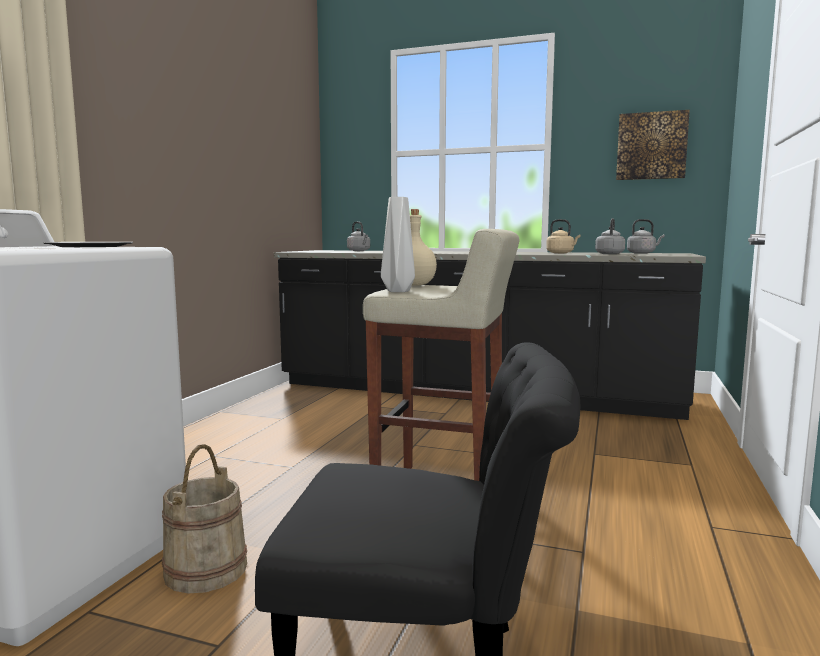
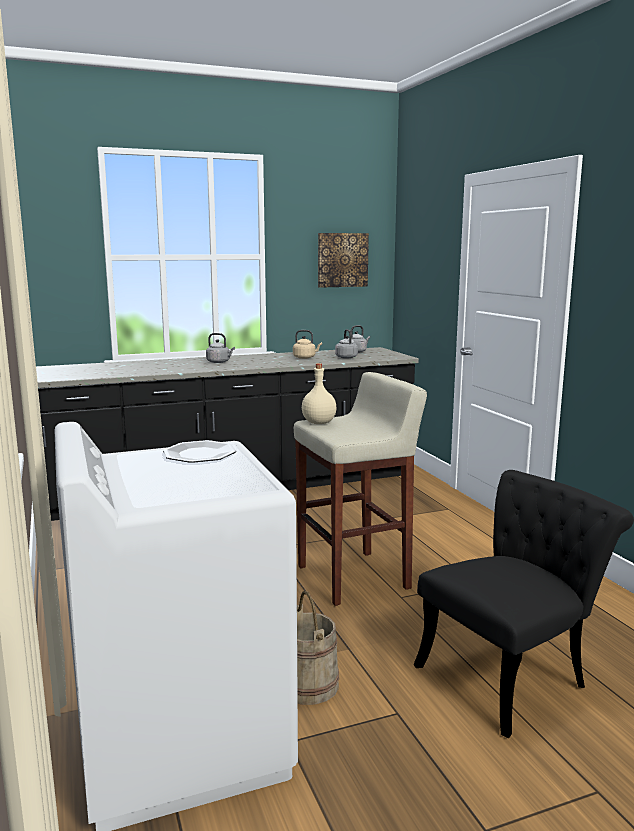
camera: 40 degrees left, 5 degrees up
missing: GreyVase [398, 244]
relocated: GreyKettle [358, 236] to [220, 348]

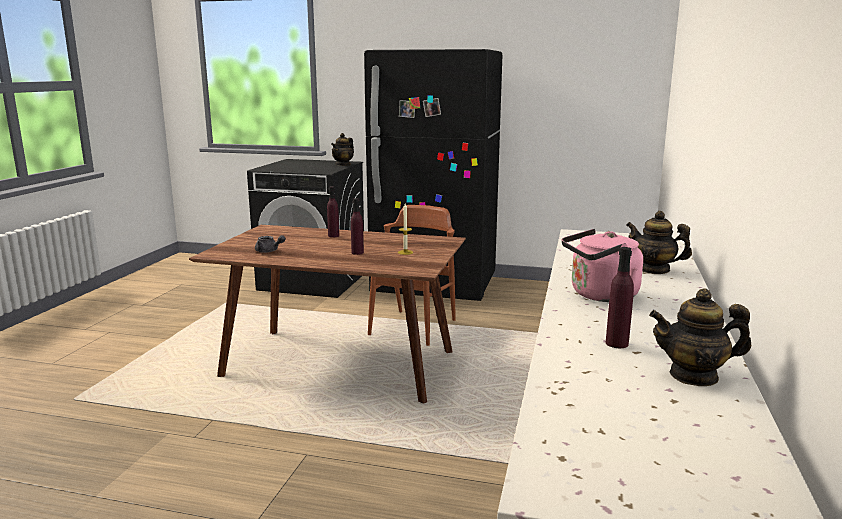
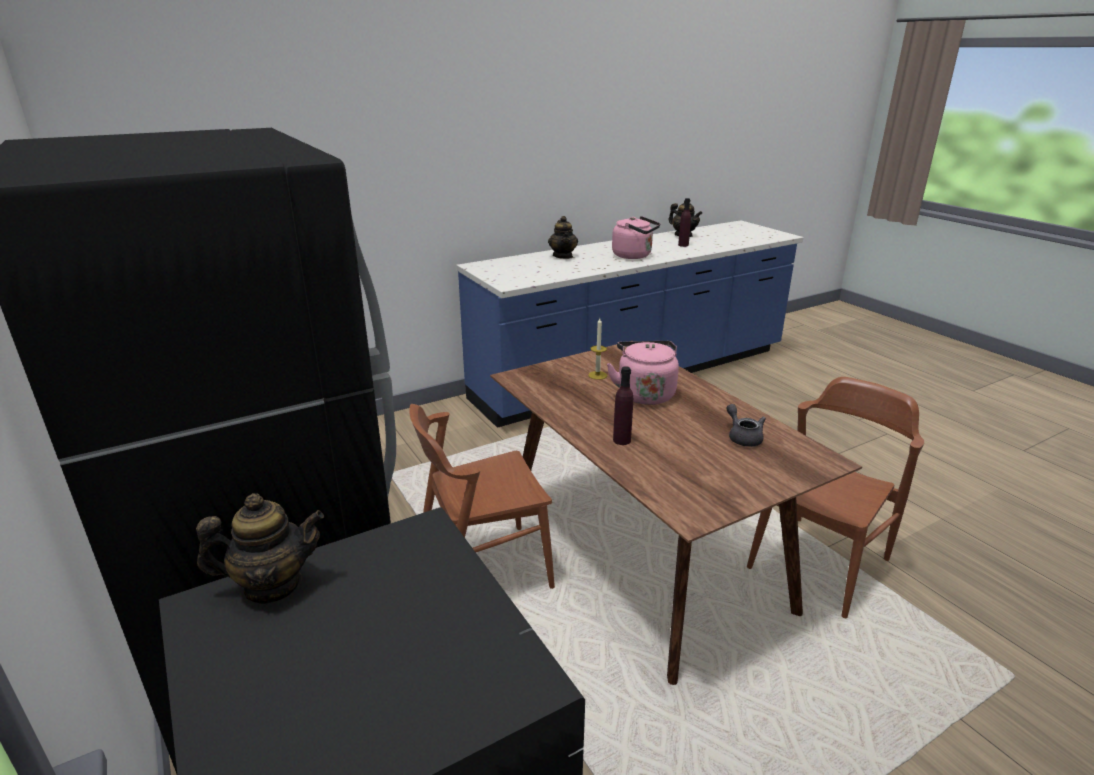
camera: 135 degrees left, 10 degrees up
appeared: BrownChair [835, 497]
exchanged: PurpleBottle [357, 226] to PinkKettle [643, 373]

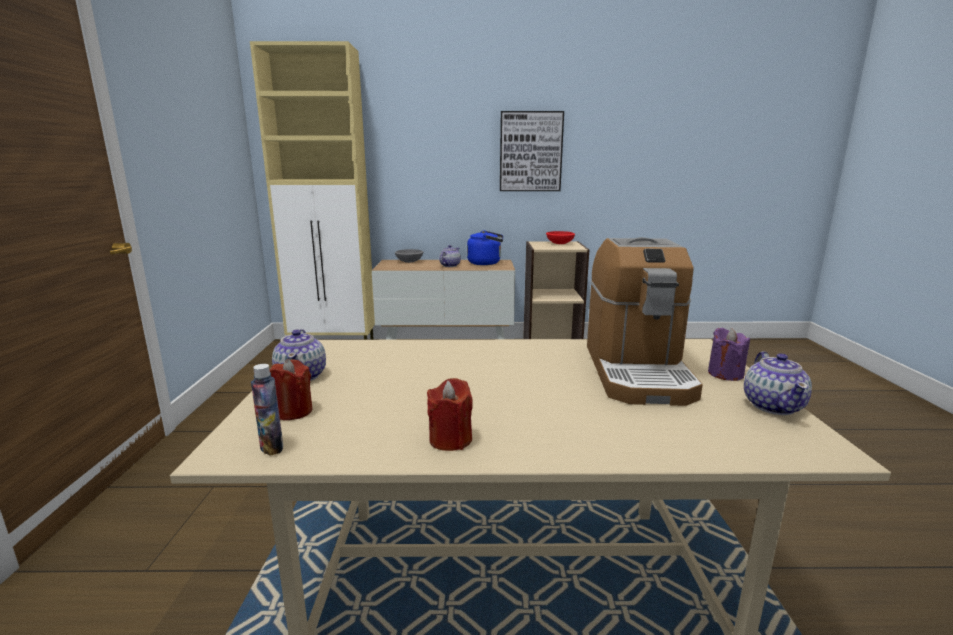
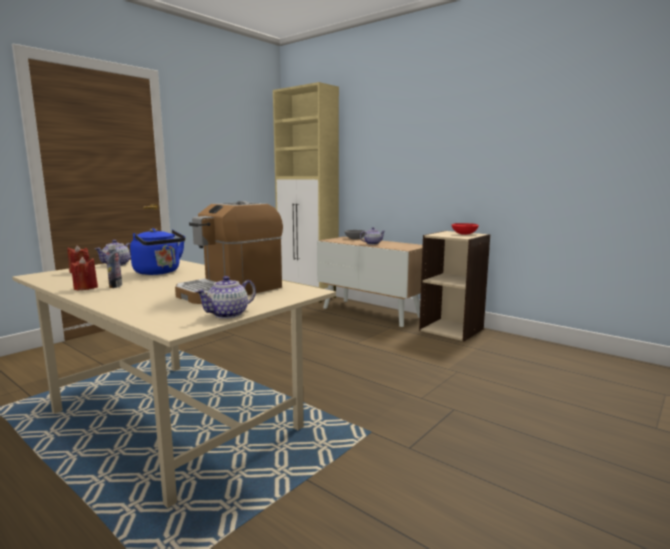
camera: 40 degrees right, 5 degrees down
missing: Picture [532, 151]; PurpleCandle [729, 354]
relocated: Bottle [267, 410] to [114, 266]; BlueKettle [485, 247] to [157, 251]

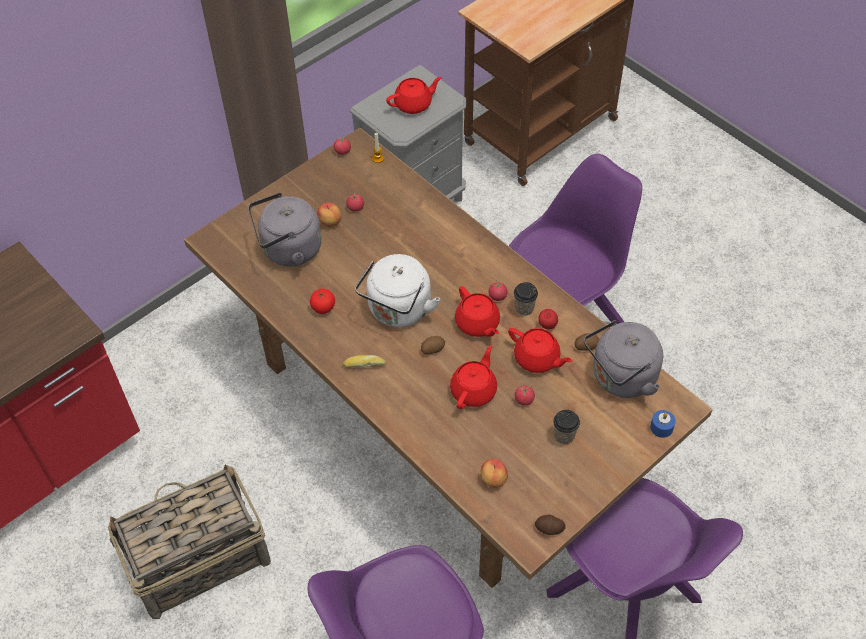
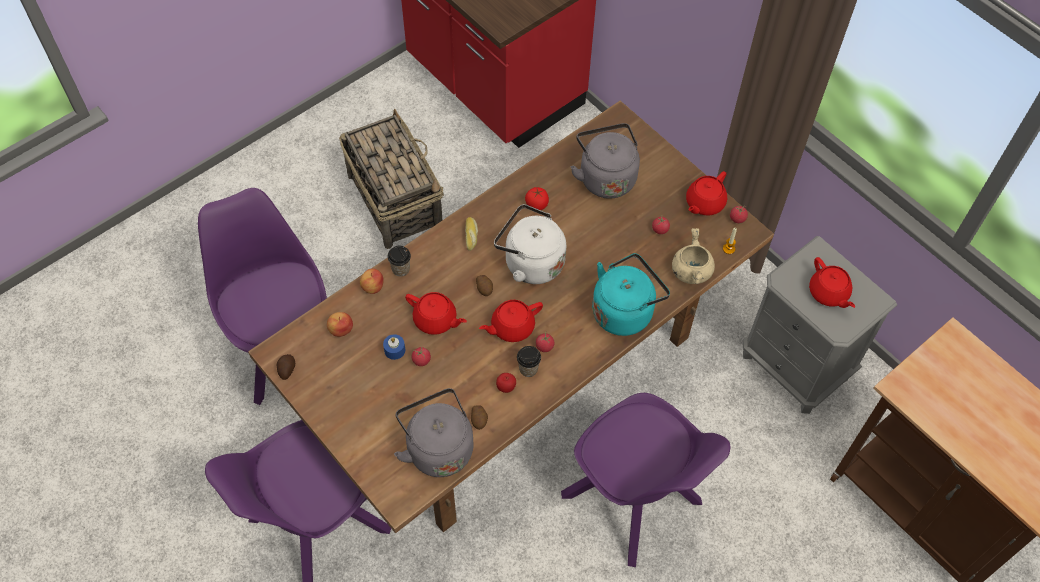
camera: 90 degrees right, 5 degrees up
appeared: TurquoiseKettle [631, 294]; BeigeCookingPot [693, 256]
relocated: Apple [329, 215] to [372, 281]; RedTeapot [540, 350] to [706, 193]; Cup [566, 427] to [399, 261]; BlueCandle [663, 424] to [394, 347]

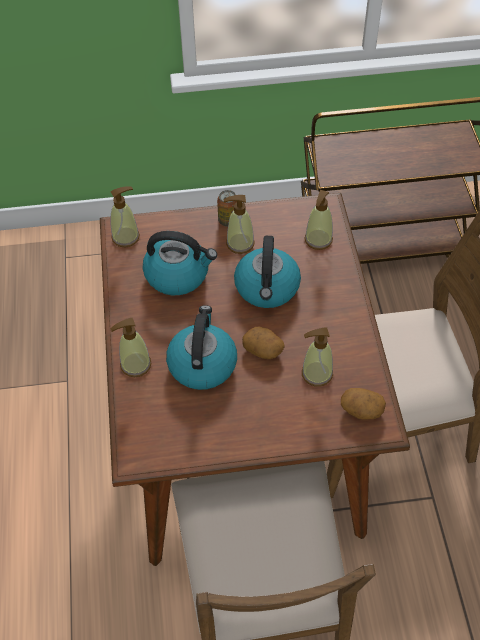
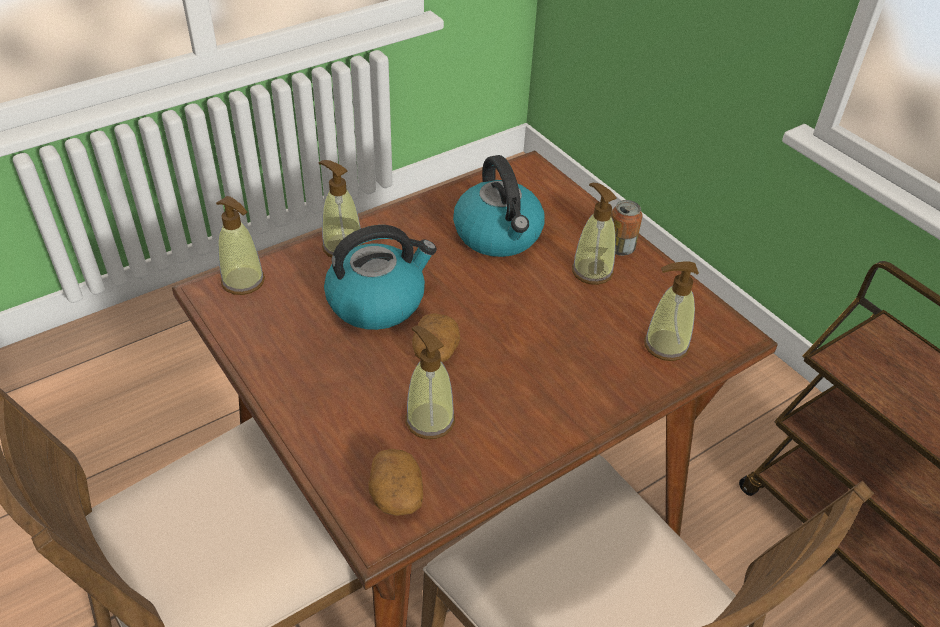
camera: 60 degrees right, 10 degrees down
missing: Kettle [267, 272]
relocated: SoapDispenser [125, 216] to [240, 245]

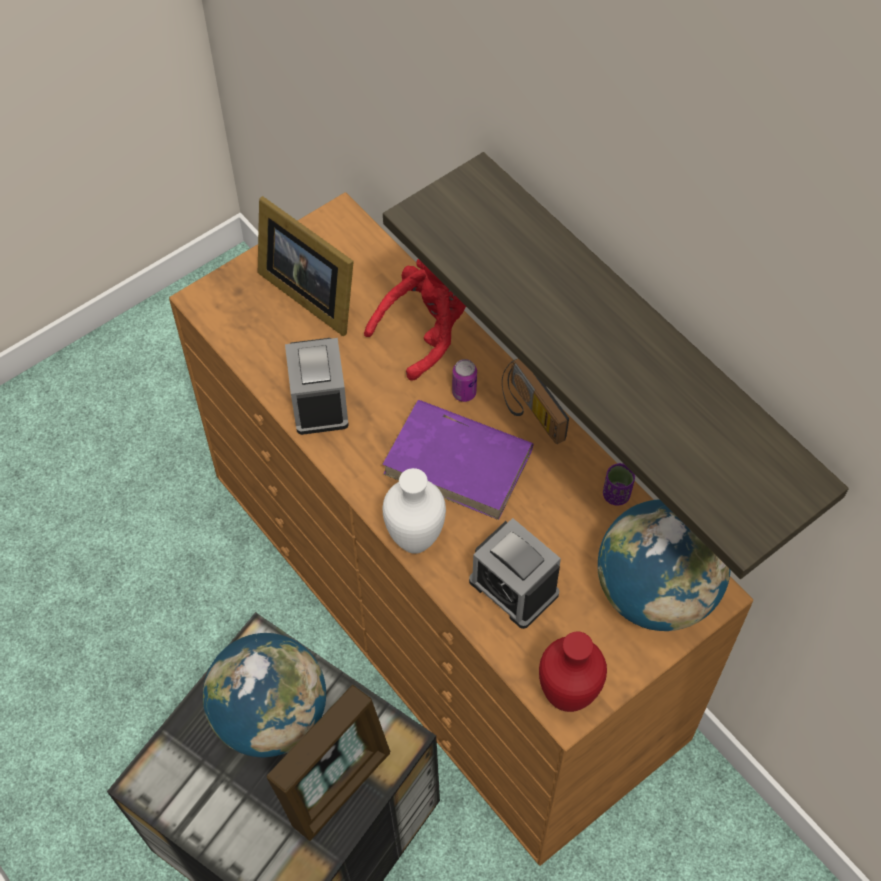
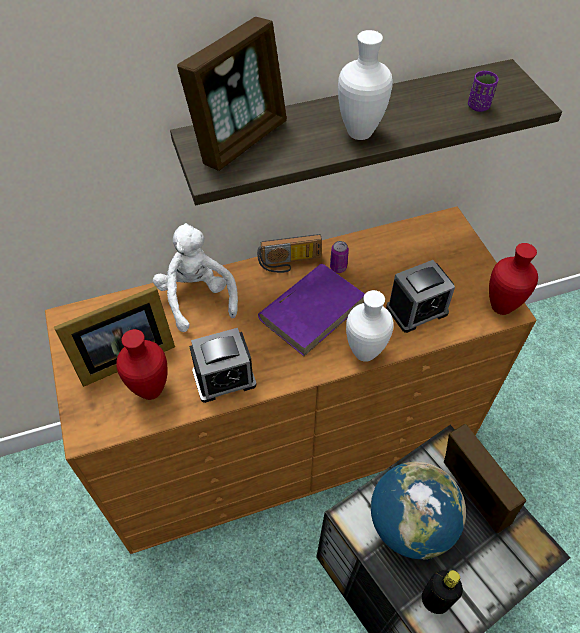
camera: 70 degrees left, 5 degrees down
missing: Globe [664, 565]
appeared: RedVase [142, 364]; PictureFrame [232, 94]; WhiteVase [365, 85]; BlackBottle [442, 592]
relocated: Can [464, 380] to [339, 257]; PurpleCup [619, 484] to [483, 91]
colour: RedPlushToy [415, 320] to WhitePlushToy [195, 277]
spun: AlarmClock [317, 386] = [222, 365] 150 degrees clockwise

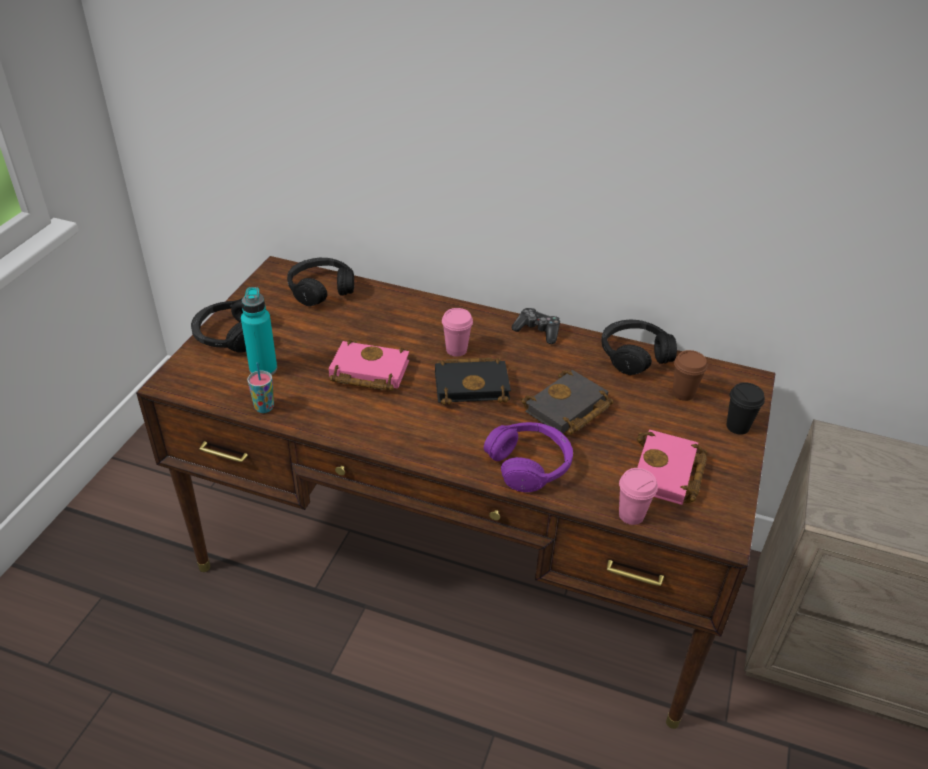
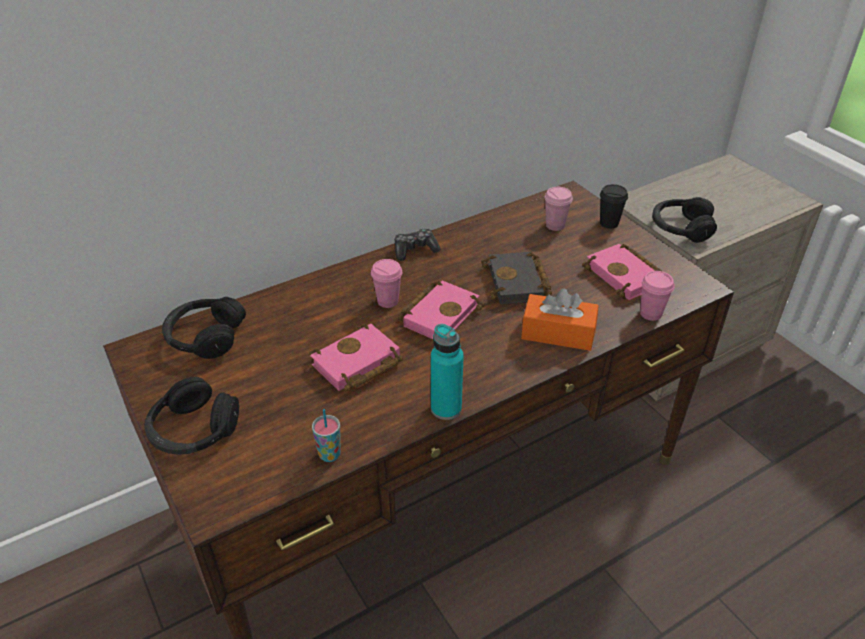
camera: 50 degrees left, 0 degrees up
relocated: TurquoiseBottle [259, 331] to [447, 372]; BlackHeadphones [639, 347] to [684, 220]
exchanged: PurpleHeadphones [528, 457] to OrangeTissueBox [560, 319]
colour: BlackBook [473, 381] to PinkBook [441, 310]; BrownCup [690, 375] to PinkCup [558, 209]

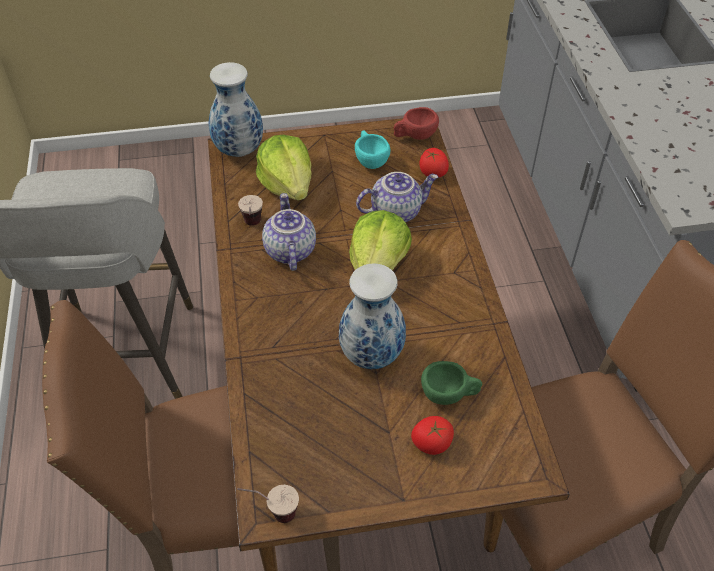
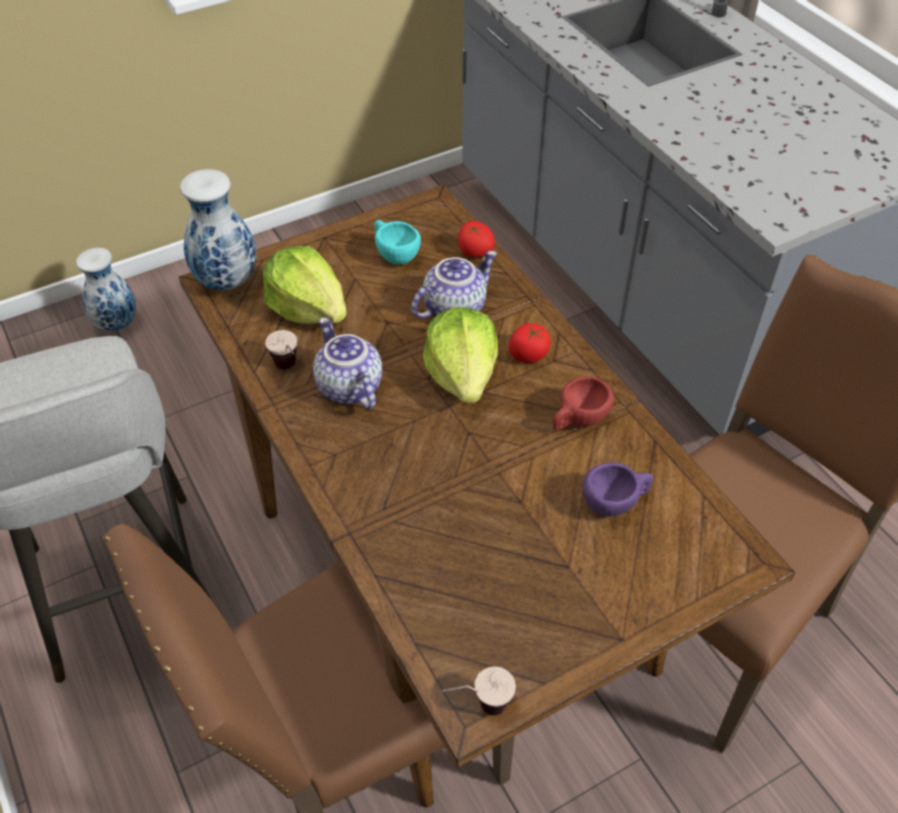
camera: 20 degrees left, 0 degrees up
relocated: Vase [372, 316] to [106, 289]; RedCup [416, 123] to [583, 403]; Tomato [432, 435] to [530, 343]
colour: GreenCup [452, 383] to PurpleCup [618, 489]

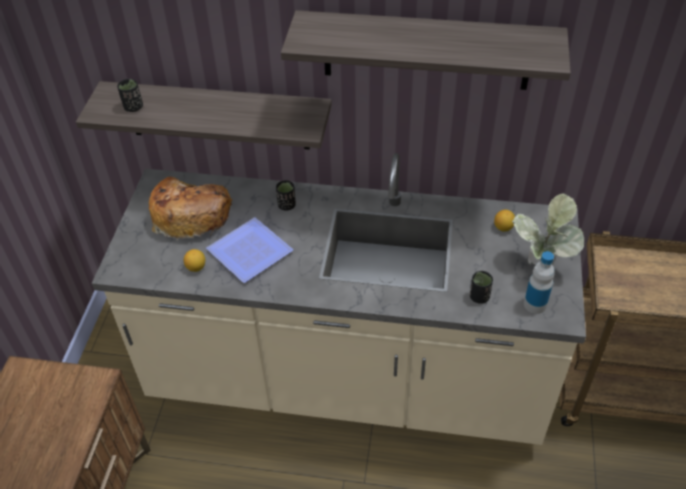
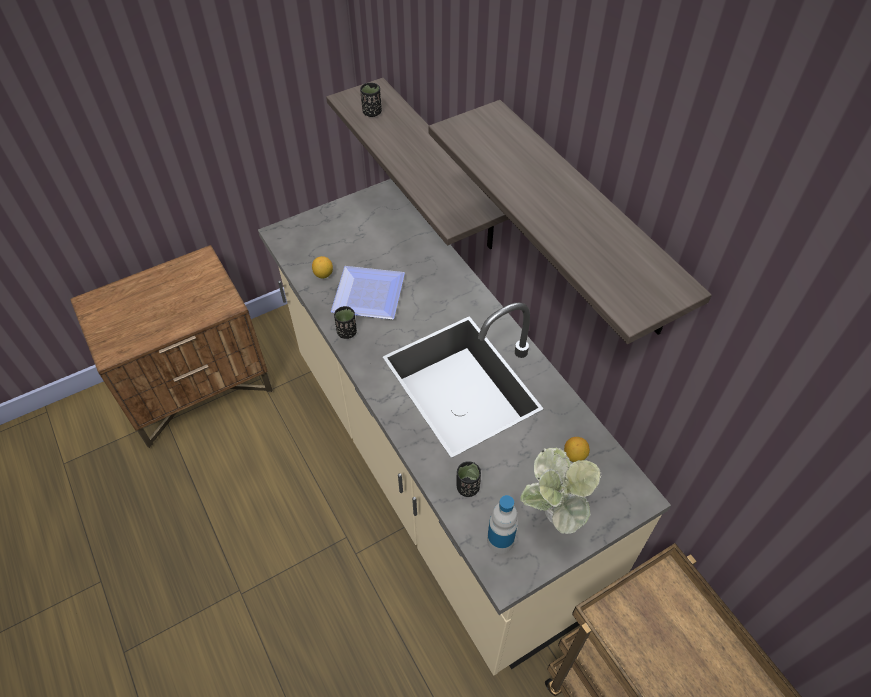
camera: 50 degrees right, 5 degrees up
missing: Bread [191, 208]
relocated: BlackCup [286, 195] to [345, 322]

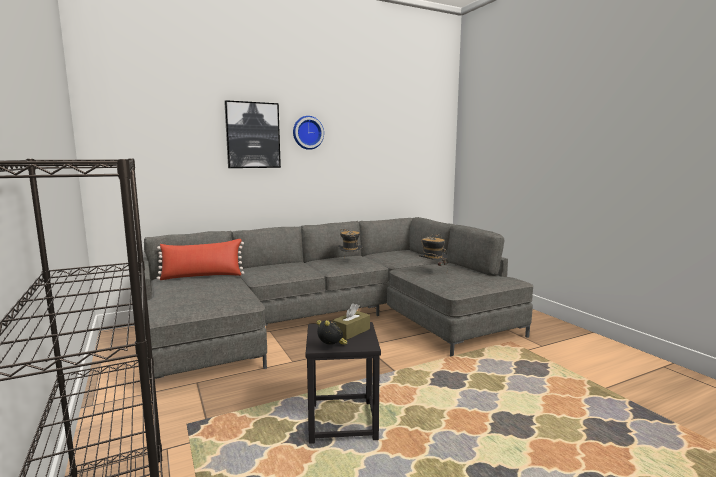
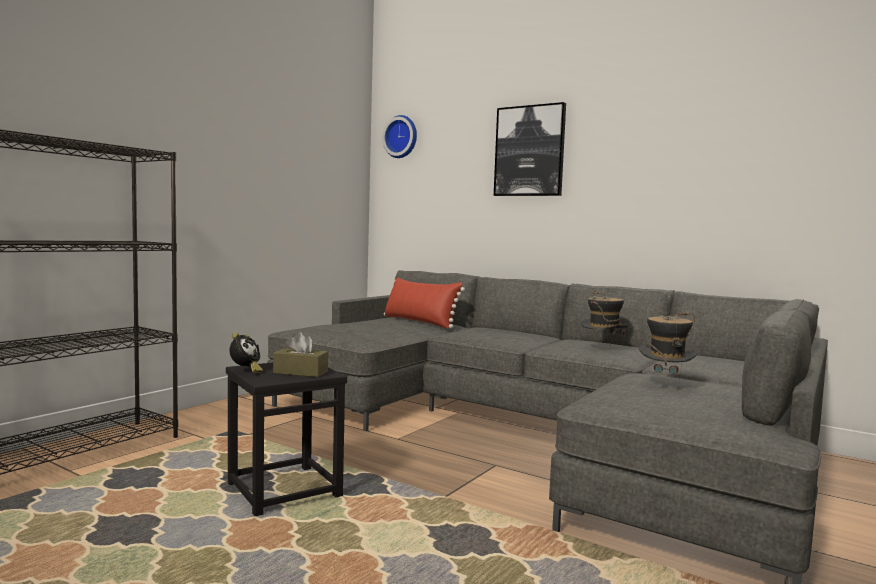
camera: 60 degrees right, 5 degrees down
relocated: WallClock [308, 133] to [399, 136]

